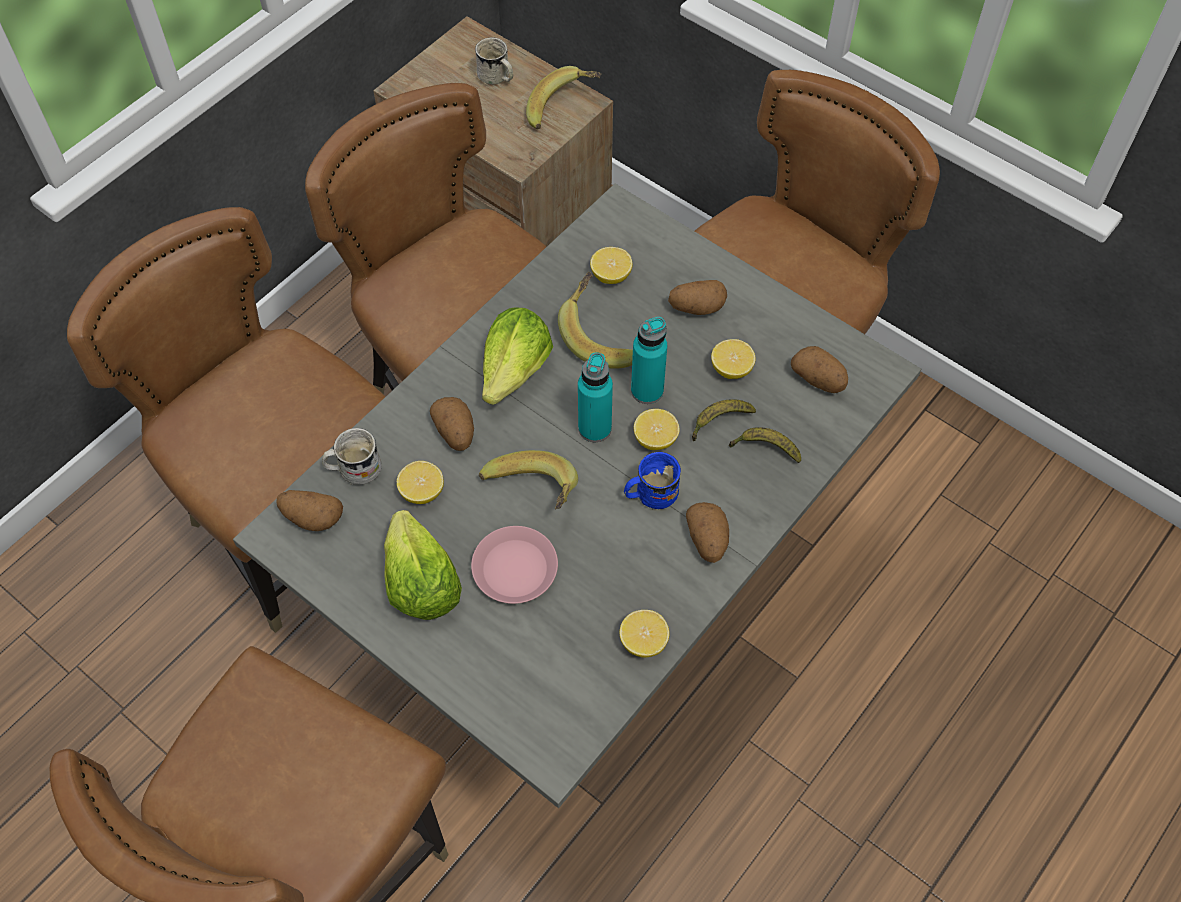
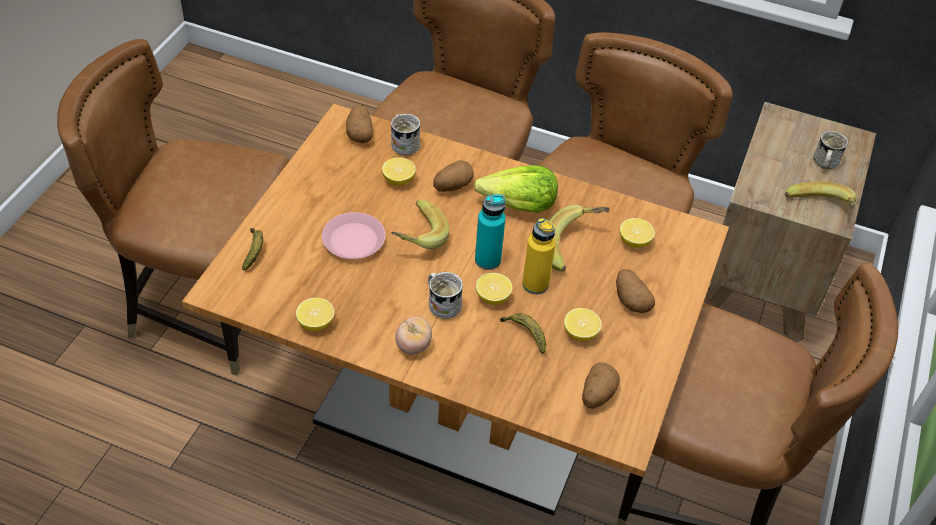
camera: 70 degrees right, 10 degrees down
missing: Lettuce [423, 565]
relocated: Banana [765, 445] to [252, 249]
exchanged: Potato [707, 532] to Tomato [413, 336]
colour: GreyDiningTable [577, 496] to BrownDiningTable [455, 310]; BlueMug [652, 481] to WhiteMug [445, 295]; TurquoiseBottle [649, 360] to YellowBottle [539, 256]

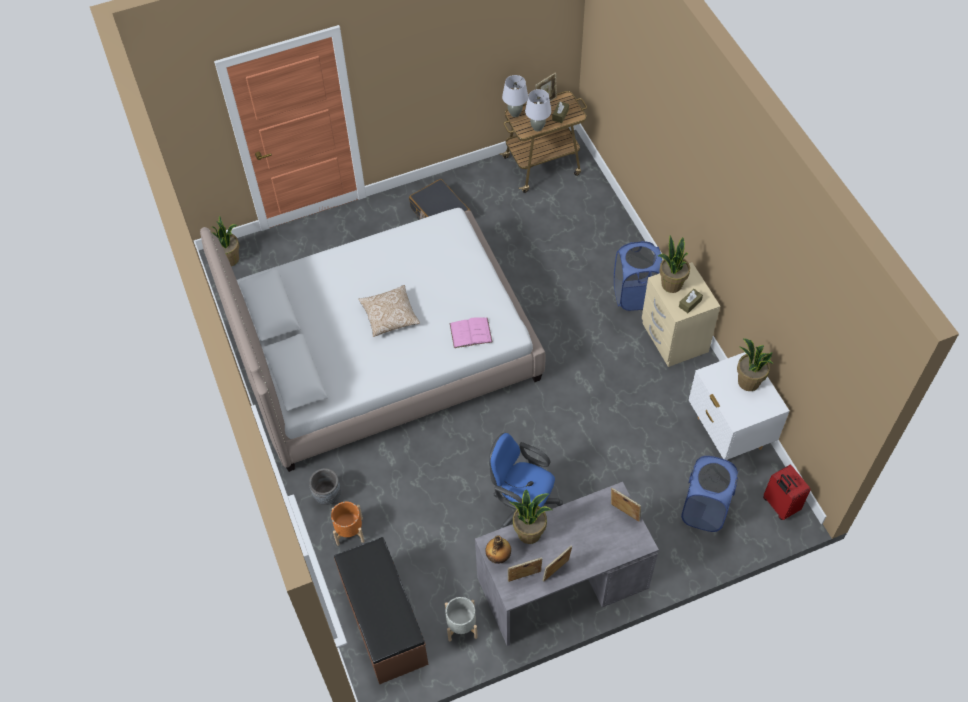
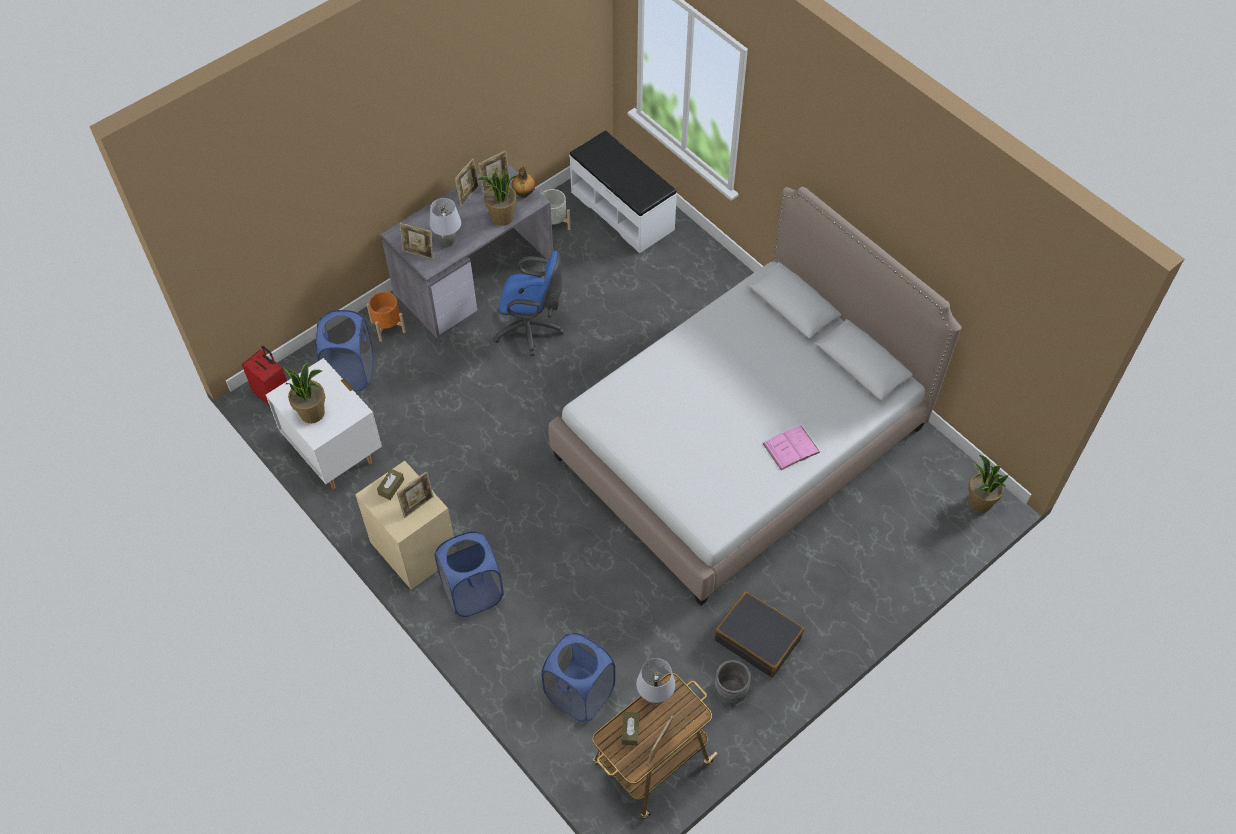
camera: 160 degrees right, 0 degrees up
missing: Pillow [389, 311]
appeared: BlueLaundryBasket [578, 677]
relocated: GreyPlanter [325, 486] to [732, 681]; OrangePlanter [347, 523] to [386, 316]; PinkBook [471, 332] to [791, 448]; GreyTableLamp [515, 96] to [445, 222]
exchanged: PottedPlant [674, 264] to PictureFrame [415, 494]
colour: BrownBench [381, 610] to WhiteBench [623, 191]

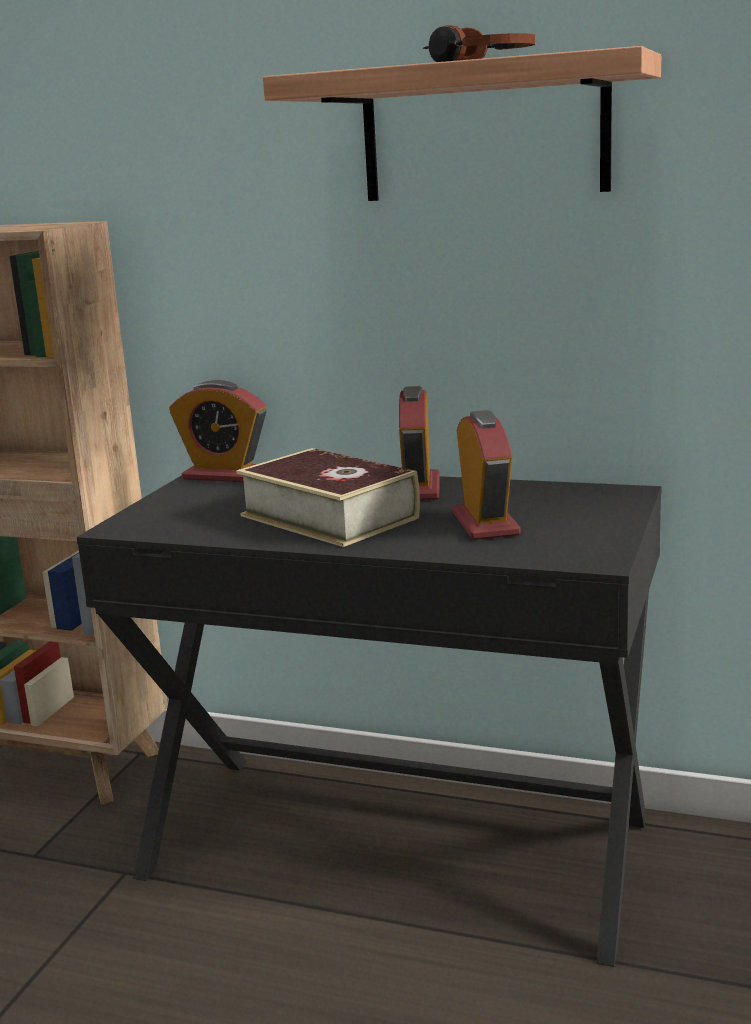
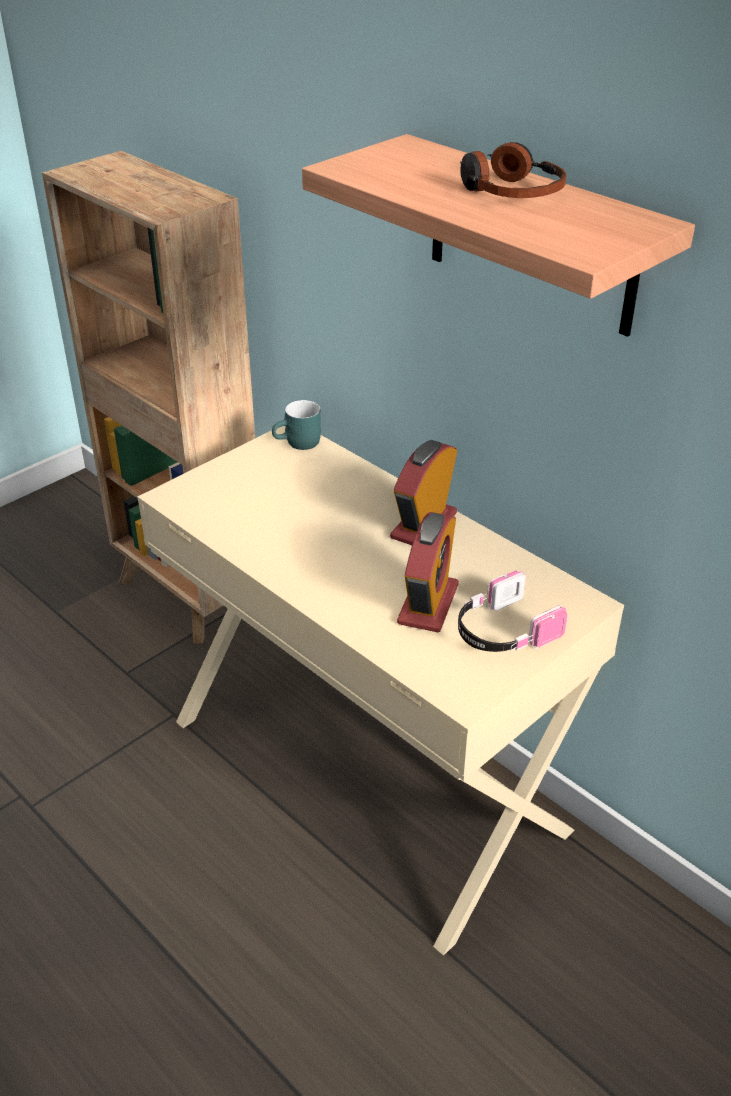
camera: 25 degrees right, 20 degrees up
missing: Book [328, 497]
appeared: Headphones [513, 611]
exchanged: AlarmClock [217, 431] to TurquoiseMug [296, 425]
colour: BlackDesk [369, 721] to BeigeDesk [381, 691]

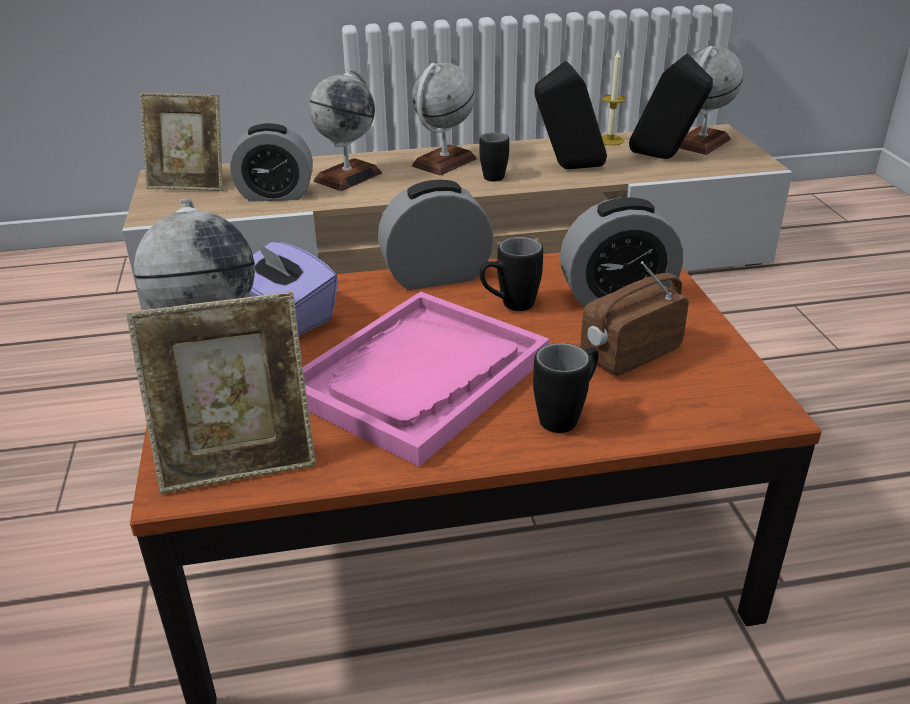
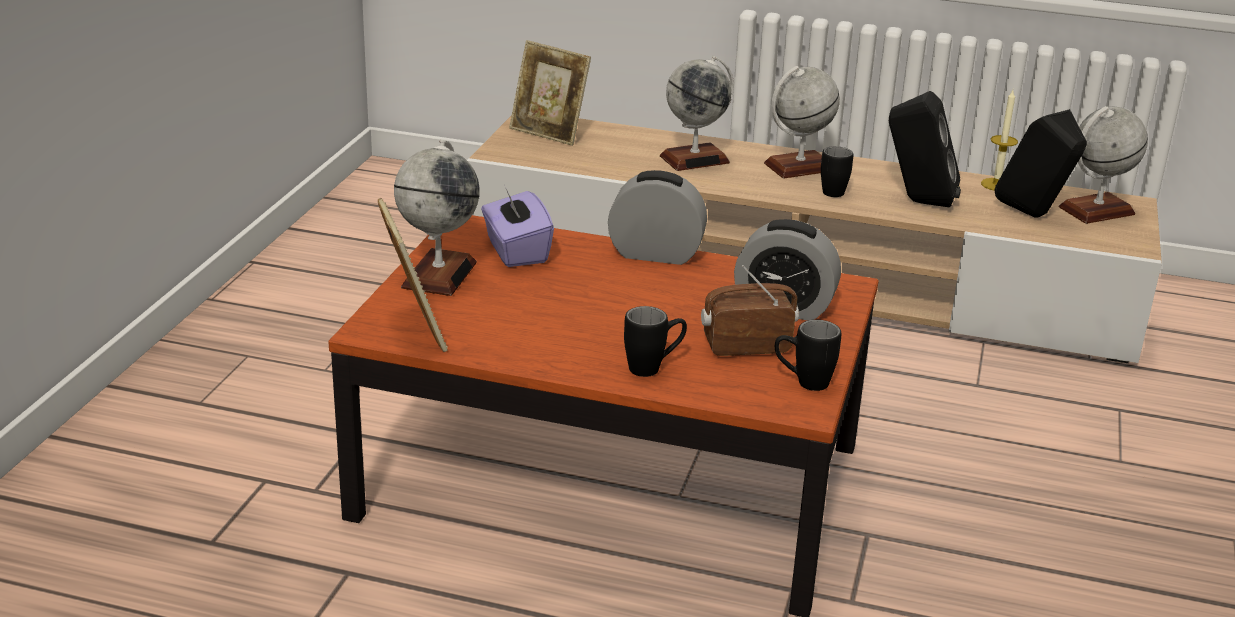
camera: 25 degrees right, 5 degrees down
missing: AlarmClock [271, 162]; PinkTray [426, 379]
relocated: BlackMug [511, 274] to [808, 355]
spun: PictureFrame [221, 393] = [413, 275] 120 degrees counterclockwise

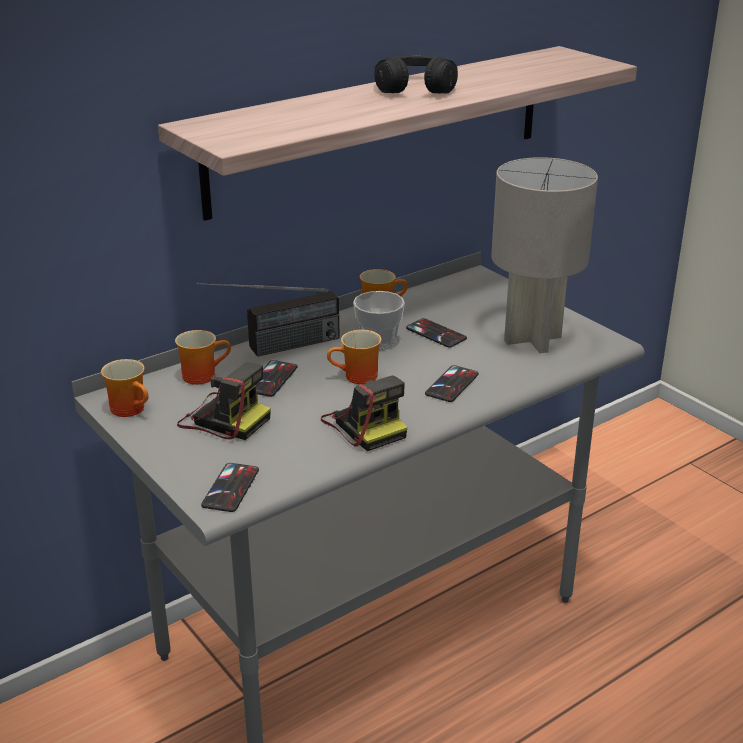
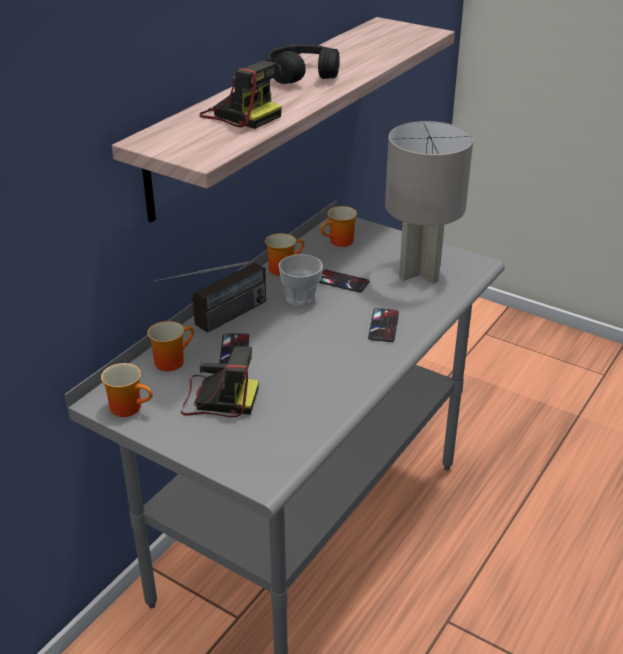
camera: 20 degrees left, 5 degrees up
missing: Phone [230, 487]
relocated: PhotoCamera [364, 413] to [240, 95]; Mug [354, 357] to [338, 226]

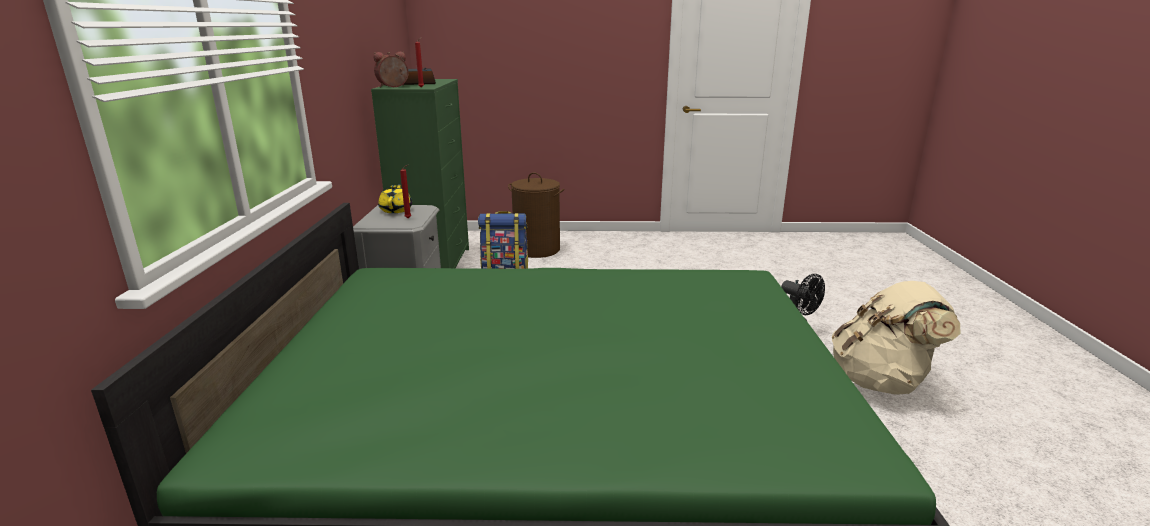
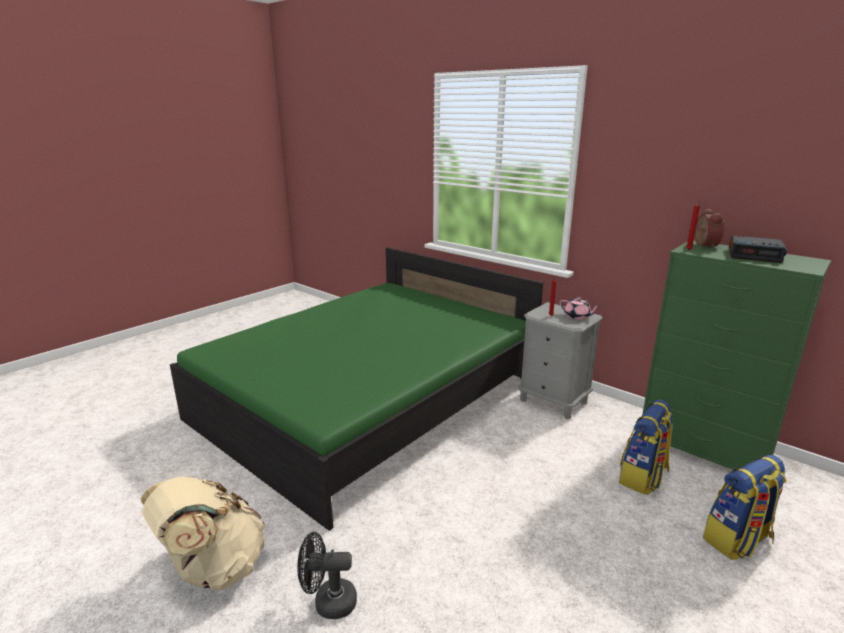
camera: 130 degrees right, 0 degrees up
exchanged: BrownLaundryBasket [536, 215] to Backpack [745, 507]
colour: YellowTeapot [395, 198] to PinkTeapot [580, 308]

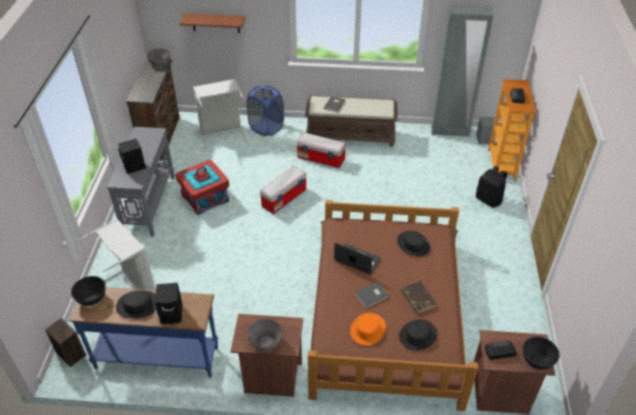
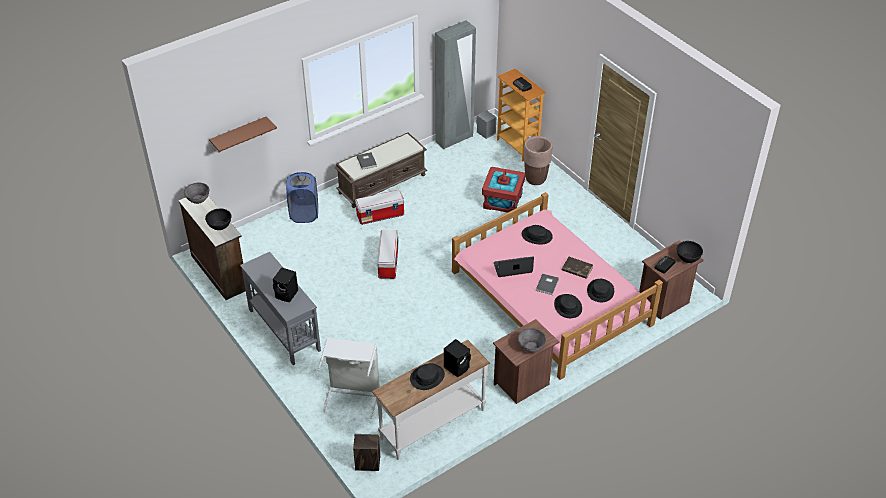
camera: 40 degrees left, 0 degrees up
missing: GreyLaundryBasket [220, 115]
relocated: BlackBowl [88, 291] to [218, 219]; RedStorageBox [202, 187] to [503, 190]
exchanged: BlackBackpack [491, 187] to BrownPlanter [538, 160]
colour: BlueConsoleTable [143, 332] to WhiteConsoleTable [431, 400]; BrownBed [393, 305] to PinkBed [557, 286]; OrangeHat [368, 329] to BlackHat [568, 306]

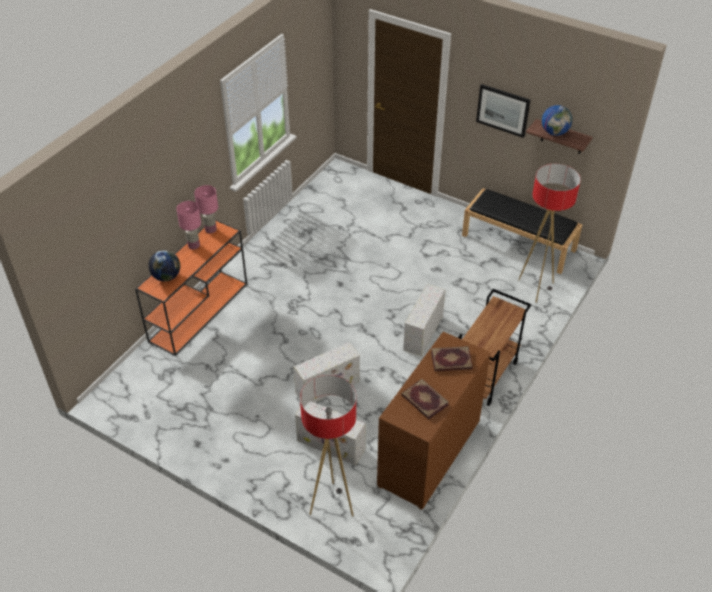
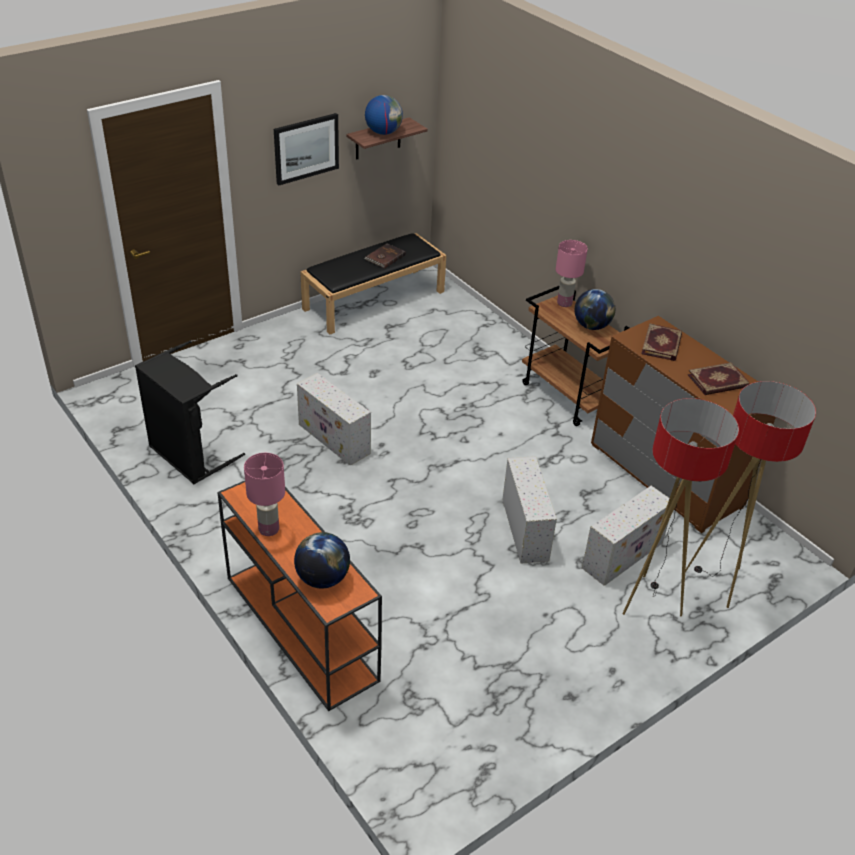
camera: 70 degrees left, 5 degrees down
appeared: BlackLaundryBasket [190, 412]; BrownBook [385, 256]; Globe [595, 309]
relocated: PinkTableLamp [206, 209] to [572, 273]; WhiteStorageBox [424, 320] to [334, 419]; FloorLamp [549, 233] to [680, 507]

